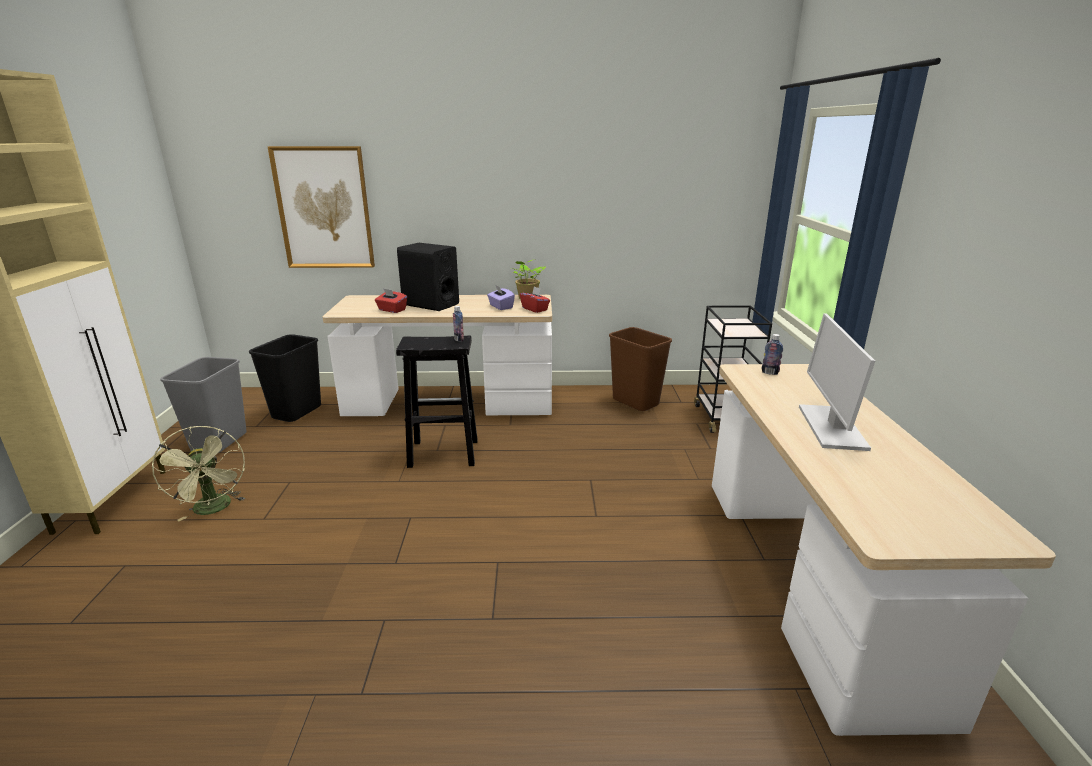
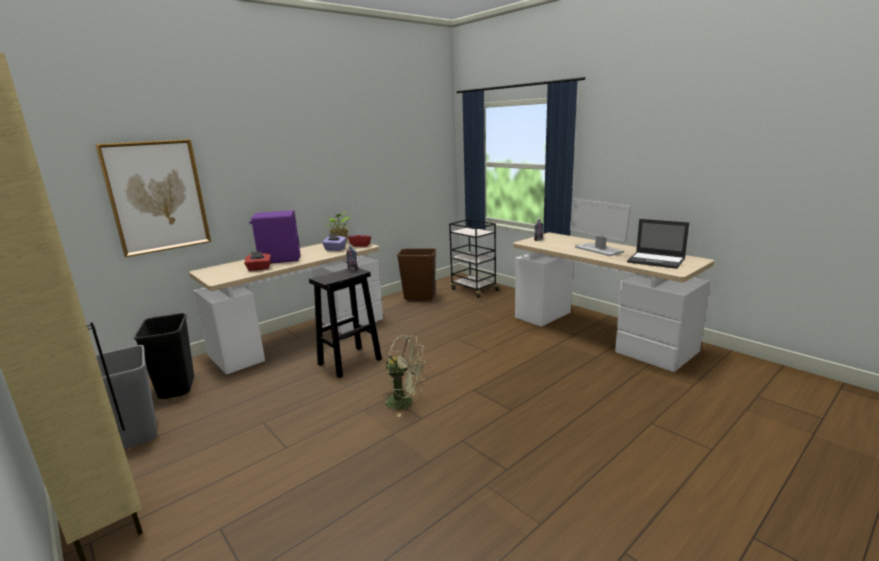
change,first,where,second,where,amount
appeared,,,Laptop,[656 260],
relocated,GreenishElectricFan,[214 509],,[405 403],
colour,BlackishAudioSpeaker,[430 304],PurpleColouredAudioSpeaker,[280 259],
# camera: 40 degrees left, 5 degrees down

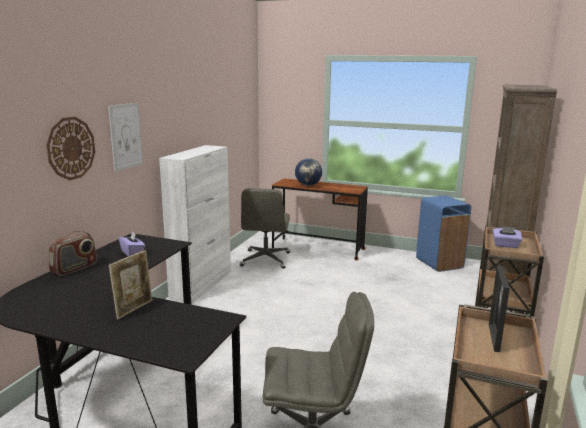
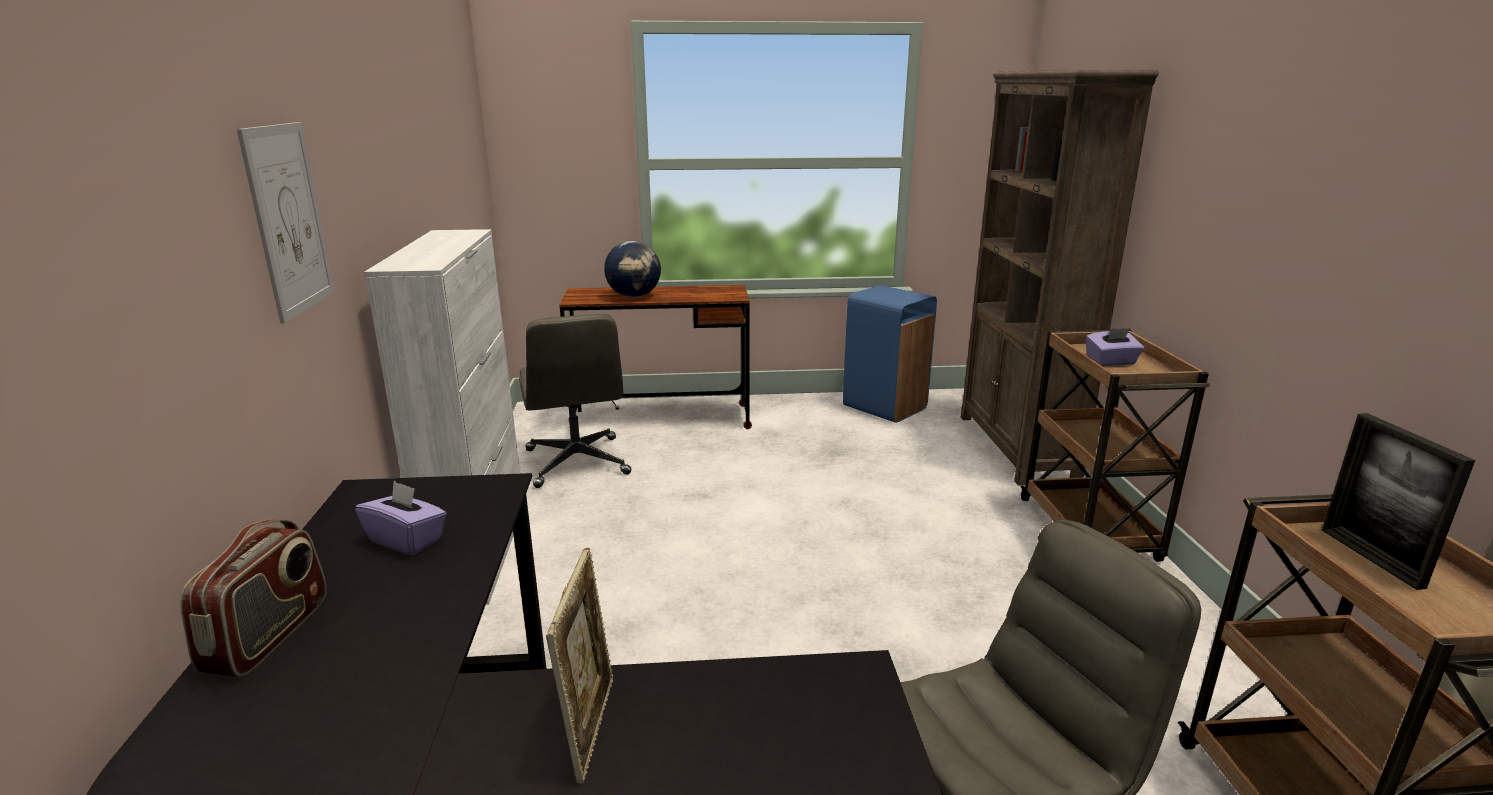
change,first,where,second,where,amount
missing,ClockOnTheWall,[71 148],,,
# camera: 25 degrees left, 5 degrees up

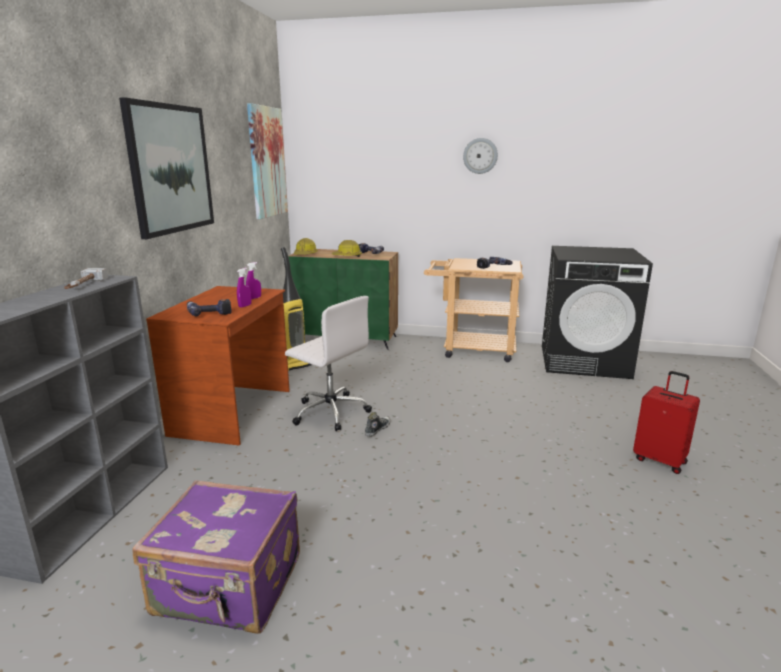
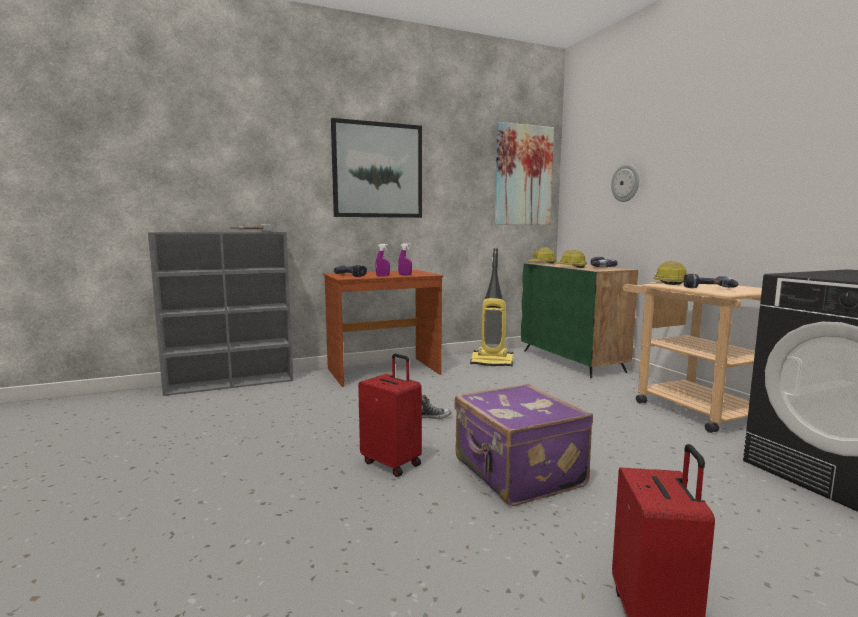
change,first,where,second,where,amount
missing,WhiteColouredComputerChair,[330 412],,,
appeared,,,RedColouredSuitcase,[392 463],
appeared,,,WorkHelmet,[669 283],
relocated,PurpleColouredSuitcase,[229 587],,[517 474],
relocated,ClockOnTheWall,[480 156],,[625 183],
# camera: 55 degrees right, 10 degrees down

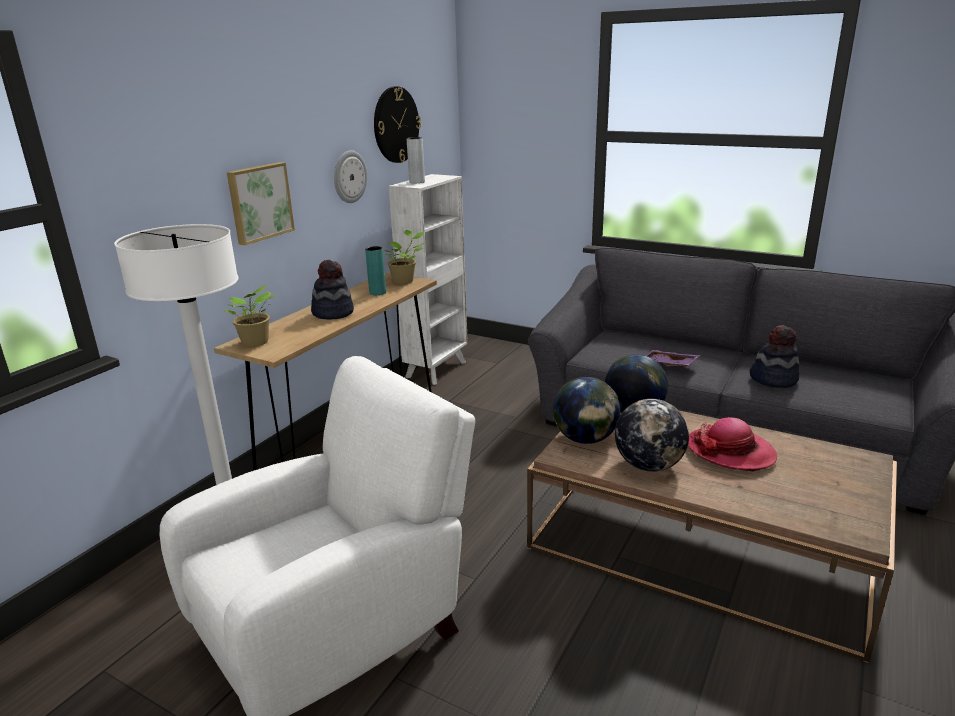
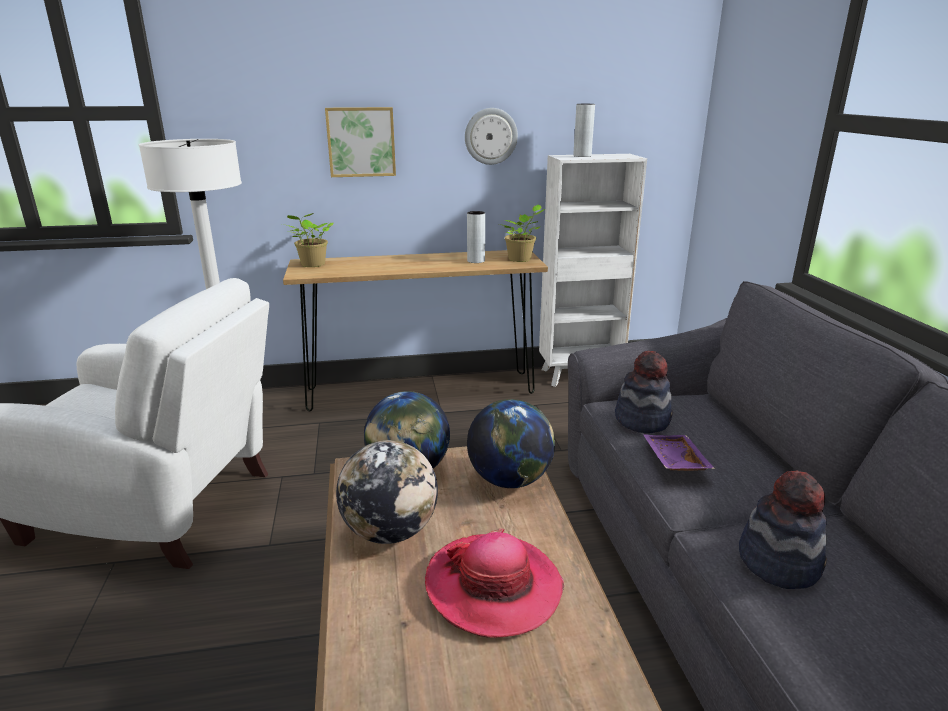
change,first,where,second,where,amount
missing,ClockOnTheWall,[396 125],,,
relocated,WearableHat,[333 313],,[642 420],
colour,BlueGreenFlowerVase,[377 292],GreyFlowerVase,[476 261],
# camera: 50 degrees right, 0 degrees up

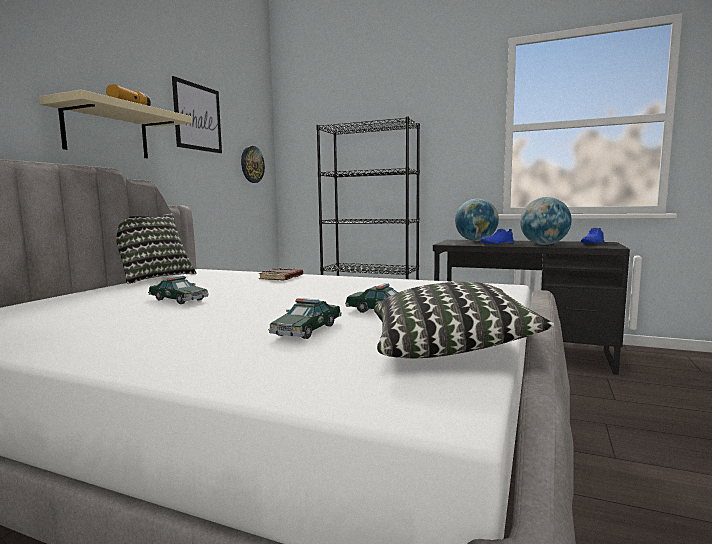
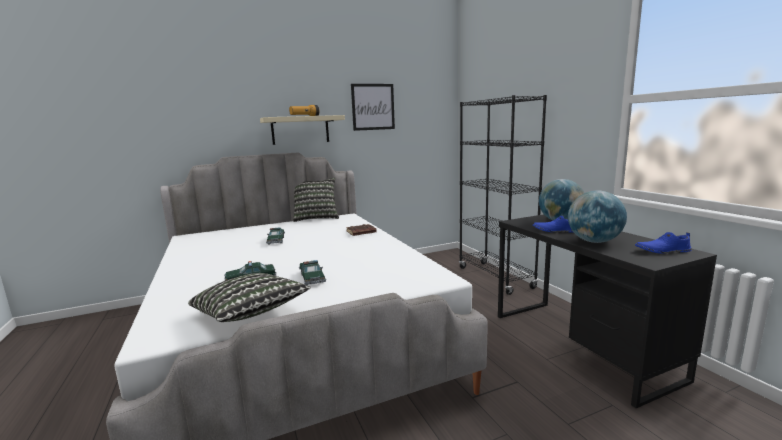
change,first,where,second,where,amount
missing,ClockOnTheWall,[252 164],,,
# camera: 45 degrees right, 5 degrees up

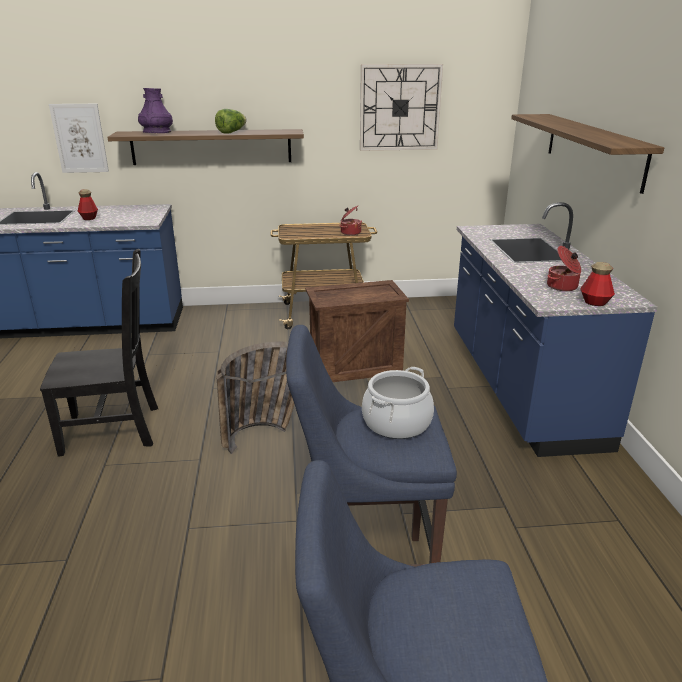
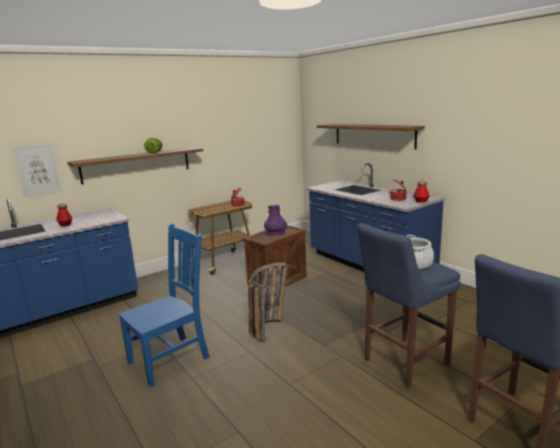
change,first,where,second,where,amount
missing,ClockOnTheWall,[400 108],,,
relocated,PurpleColouredFlowerVase,[157 133],,[276 233],
colour,BlackishUprightChair,[115 430],BlueUprightChair,[171 358],
# camera: 30 degrees left, 10 degrees down

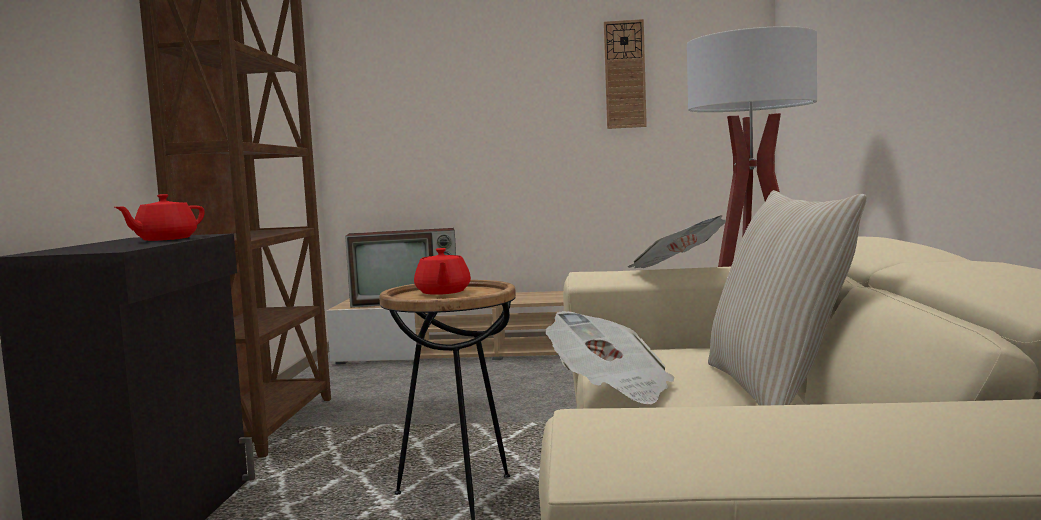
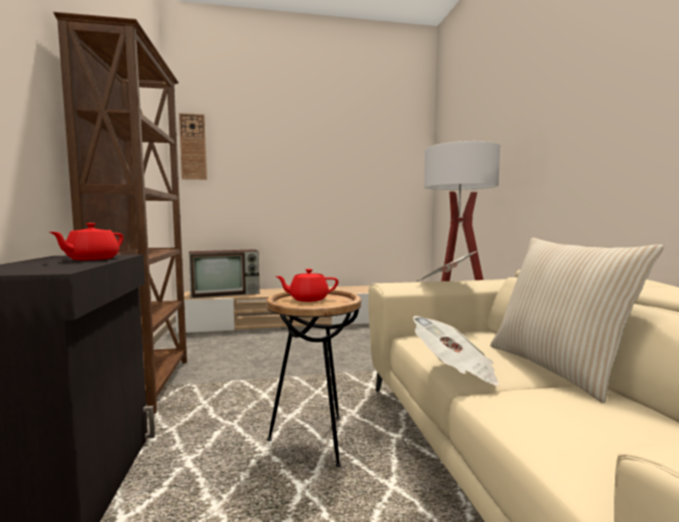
change,first,where,second,where,amount
relocated,ClockOnTheWall,[625 74],,[193 147],
spun,RedColouredPotForTea,[442 292],,[308 299],105 degrees clockwise
# camera: 15 degrees left, 0 degrees up

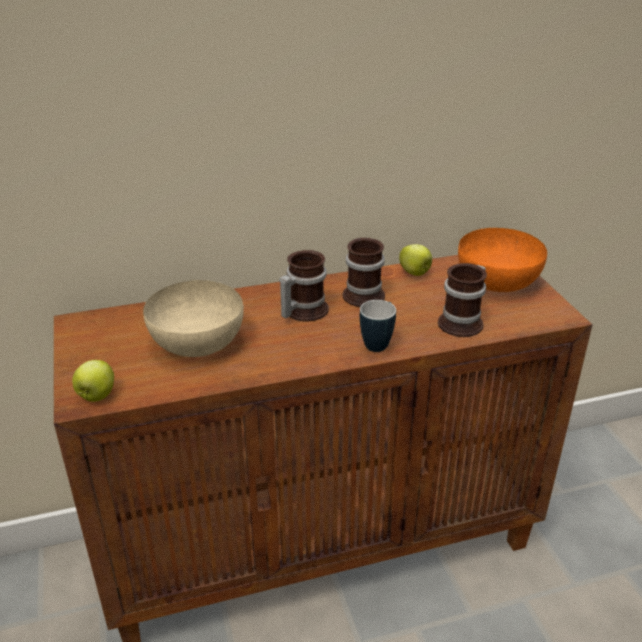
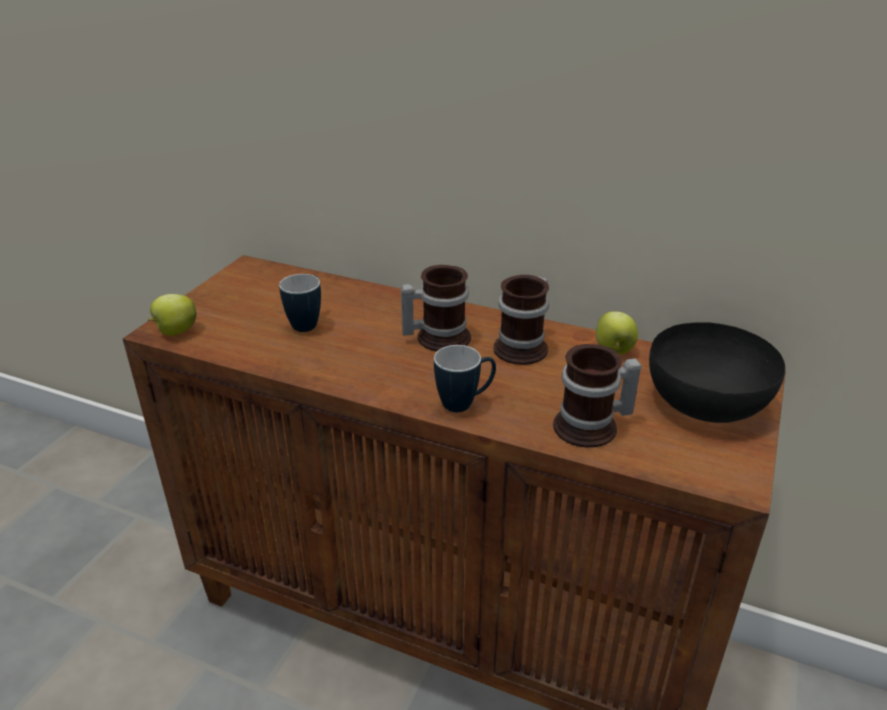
change,first,where,second,where,amount
exchanged,SandColouredDeepDish,[196 341],Mug,[308 323],
colour,OrangeyDeepDish,[498 281],BlackishDeepDish,[707 403],
# camera: 40 degrees right, 0 degrees up

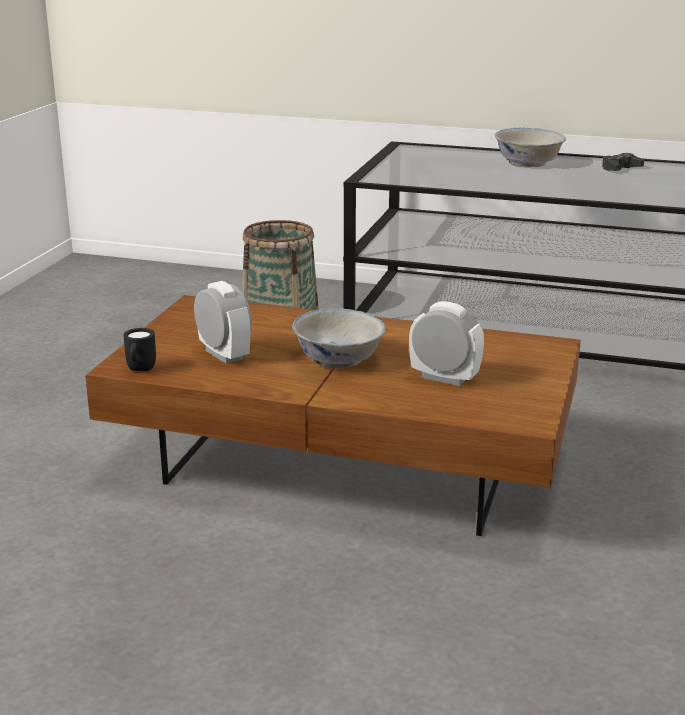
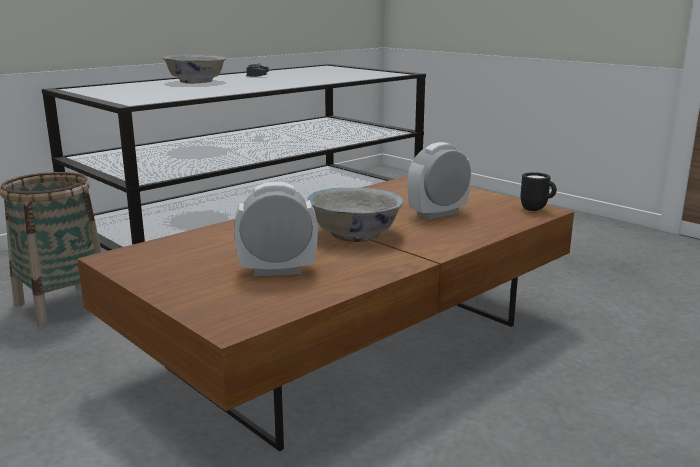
change,first,where,second,where,amount
relocated,BlackishMug,[140 371],,[537 210],
# camera: 60 degrees left, 5 degrees down

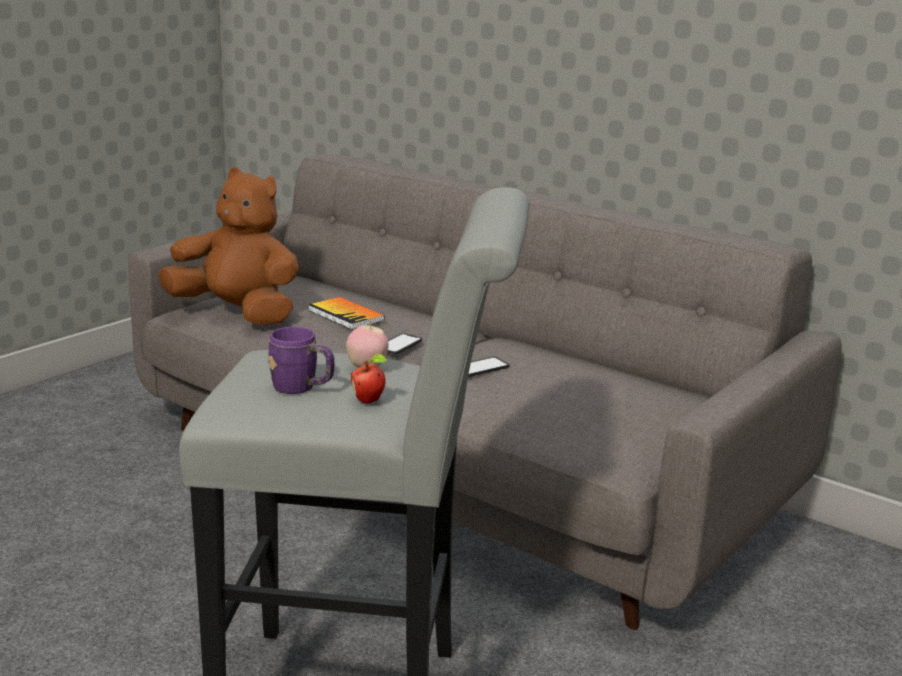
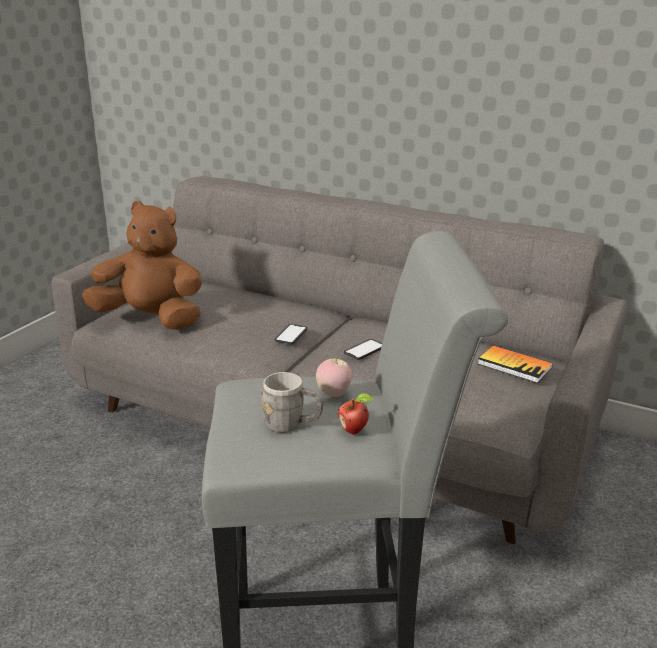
change,first,where,second,where,amount
relocated,BoundBook,[346 315],,[514 365],
colour,PurpleColouredMug,[302 389],GreyMug,[292 425],
# camera: 10 degrees left, 5 degrees up

